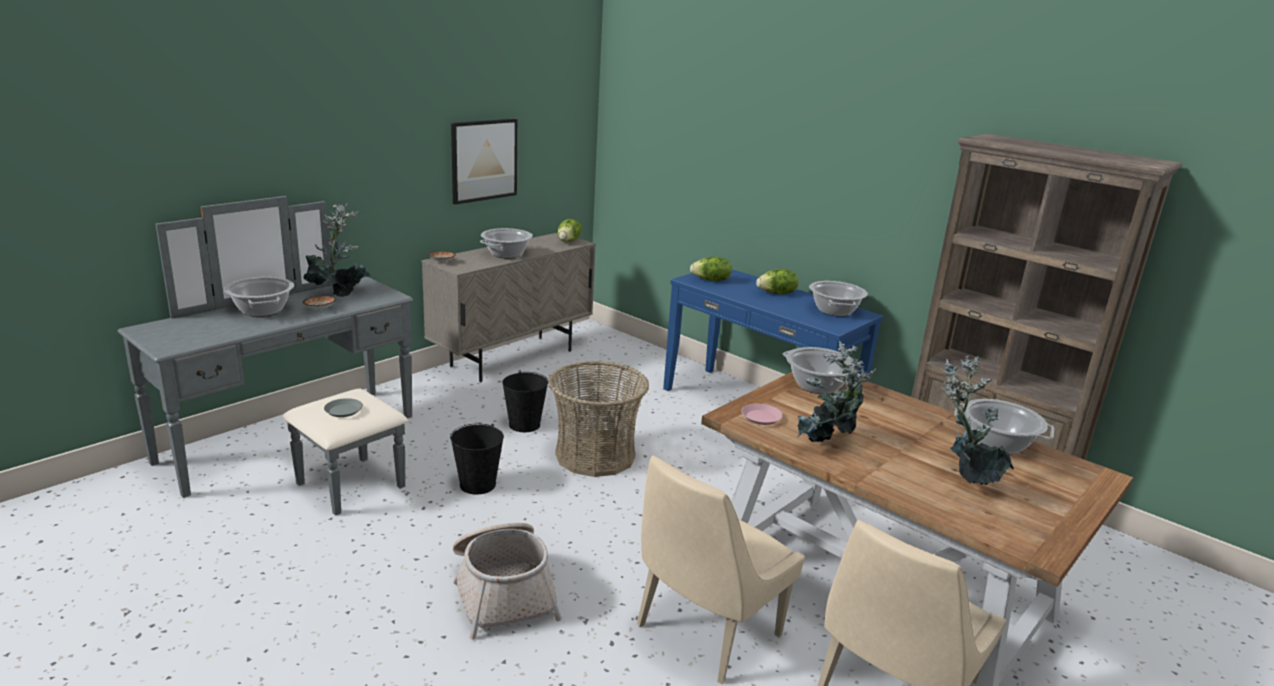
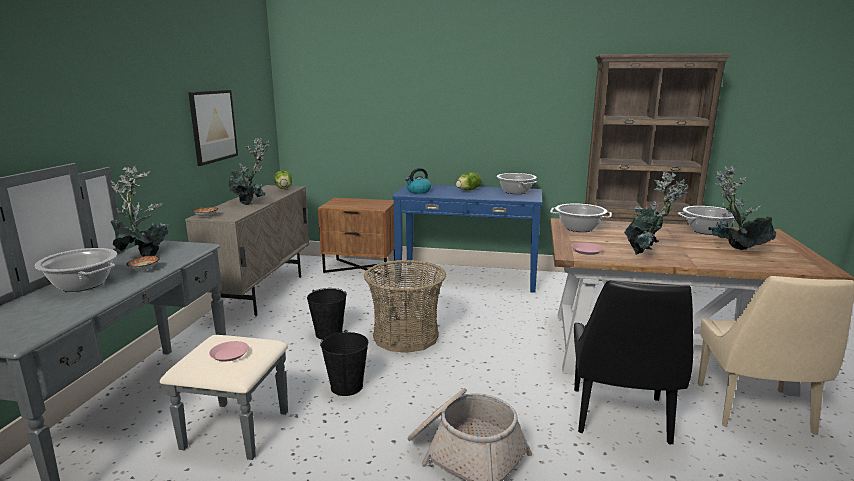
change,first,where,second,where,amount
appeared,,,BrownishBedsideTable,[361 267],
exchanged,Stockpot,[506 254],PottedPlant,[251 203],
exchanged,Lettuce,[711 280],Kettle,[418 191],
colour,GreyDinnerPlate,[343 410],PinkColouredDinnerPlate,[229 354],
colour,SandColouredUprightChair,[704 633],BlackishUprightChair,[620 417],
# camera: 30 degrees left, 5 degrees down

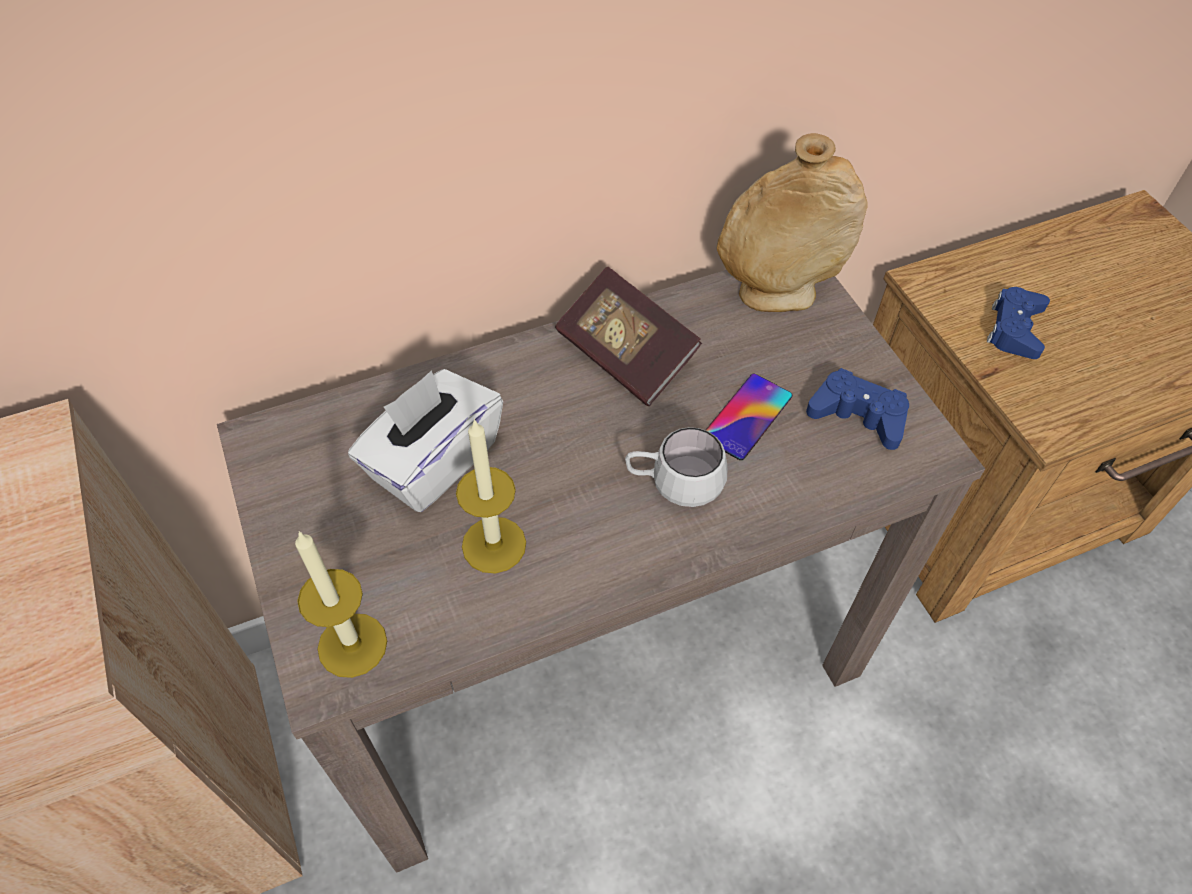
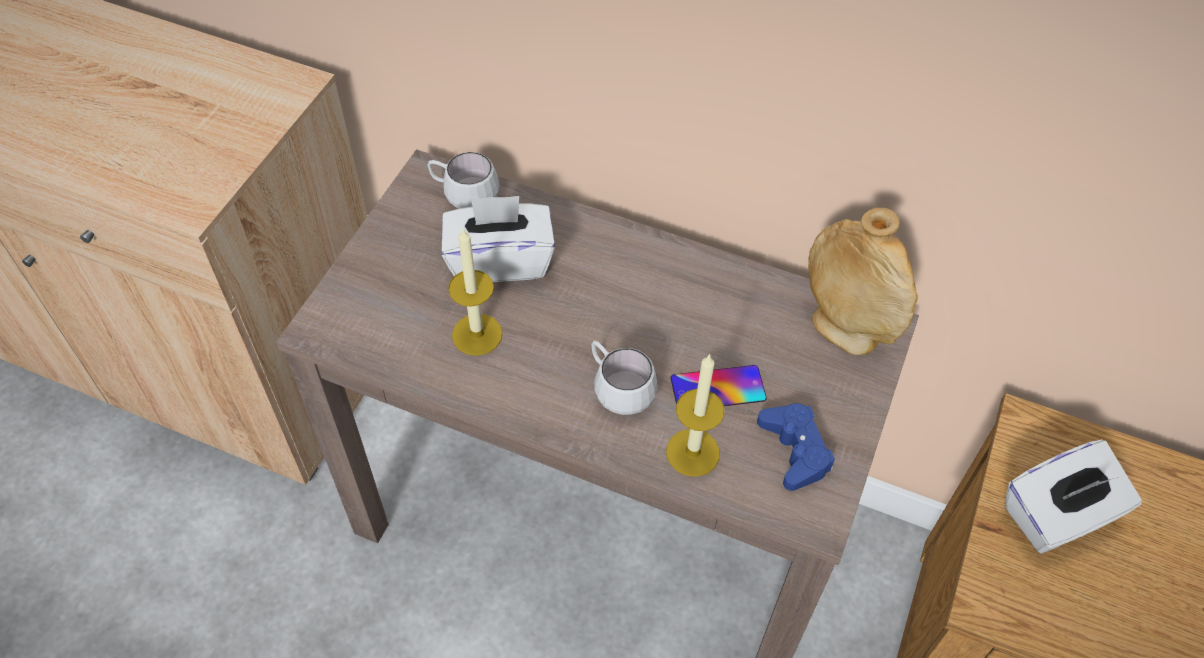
change,first,where,second,where,amount
missing,BoundBook,[626 355],,,
appeared,,,WhiteColouredMug,[463 196],
relocated,WaxCandle,[352 645],,[692 452],
exchanged,BlueJoypad,[1015 329],WhiteColouredBoxOfTissues,[1058 516],
# camera: 45 degrees right, 0 degrees up

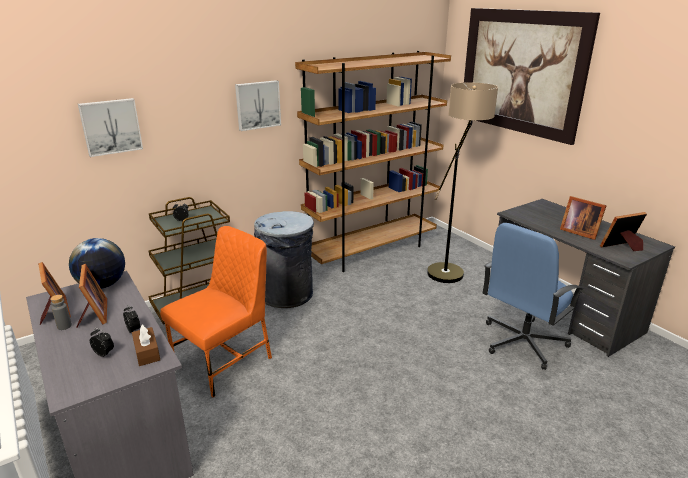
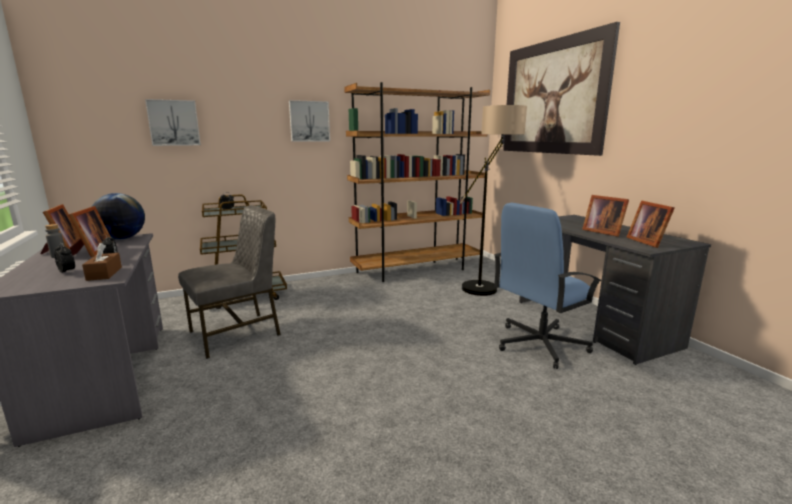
change,first,where,second,where,amount
missing,GreyTrashCan,[287 294],,,
colour,OrangeyUprightChair,[225 361],GreyUprightChair,[237 333],
spun,StandingFrame,[622 247],,[647 242],90 degrees counterclockwise
# camera: 10 degrees right, 10 degrees down

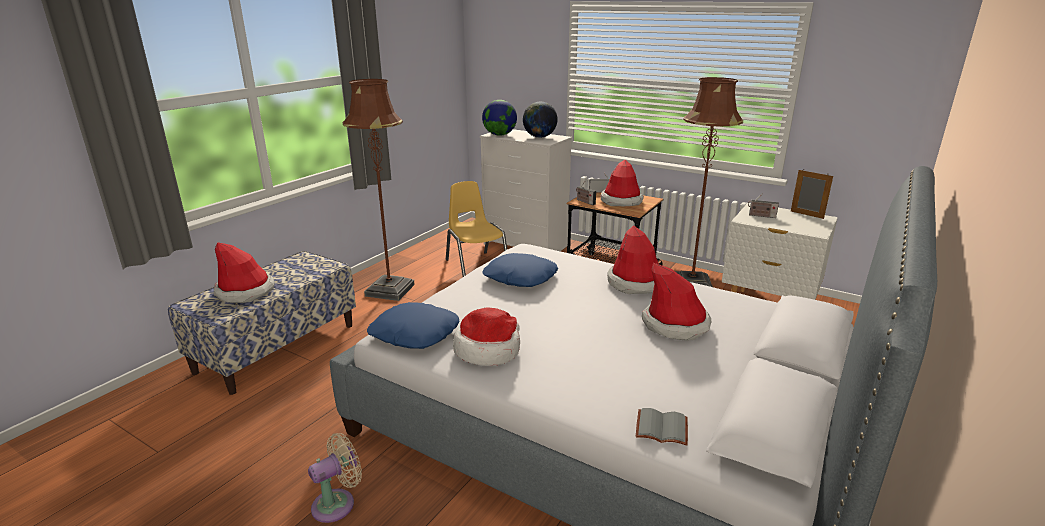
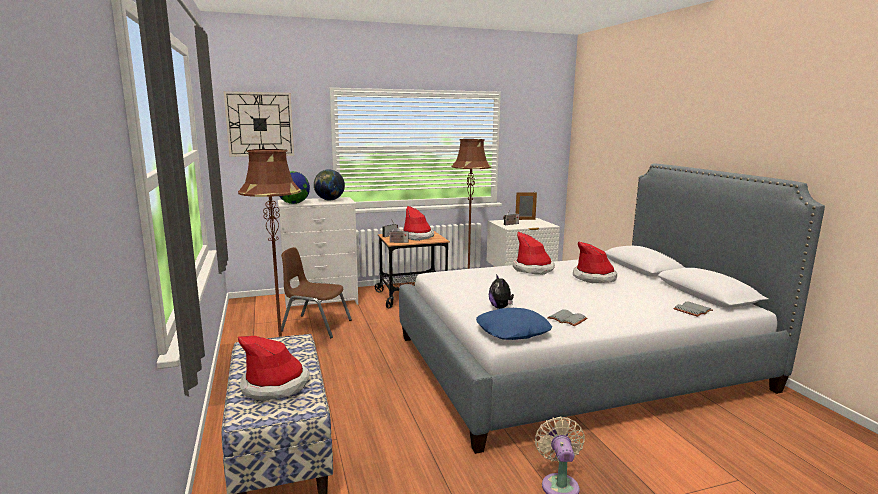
change,first,where,second,where,amount
missing,BlueCushion,[520 277],,,
appeared,,,ClockOnTheWall,[260 124],
appeared,,,PlushToy,[500 307],
exchanged,WearableHat,[488 350],GreyBoundBook,[566 319],
colour,YellowishUprightChair,[476 266],BrownishUprightChair,[316 326],
# camera: 50 degrees left, 10 degrees down

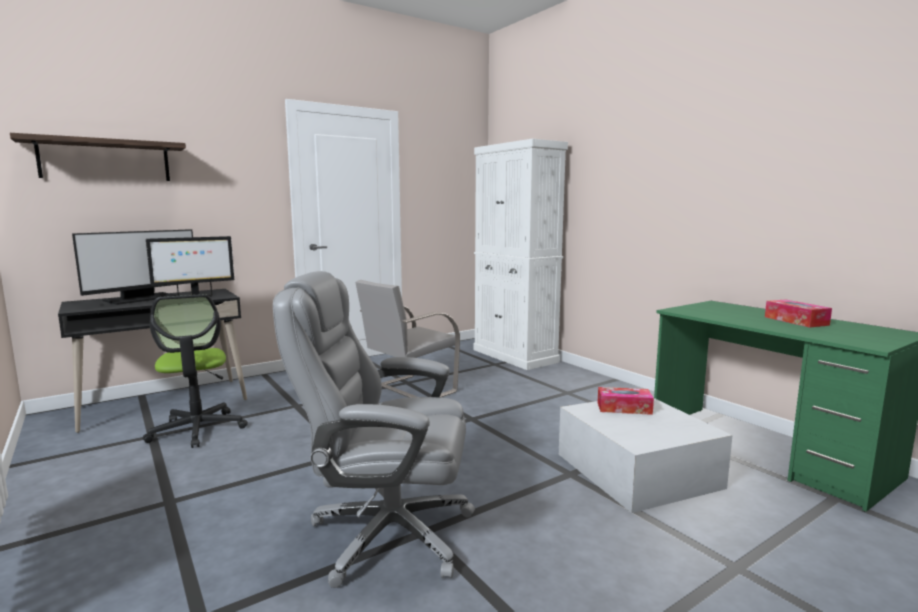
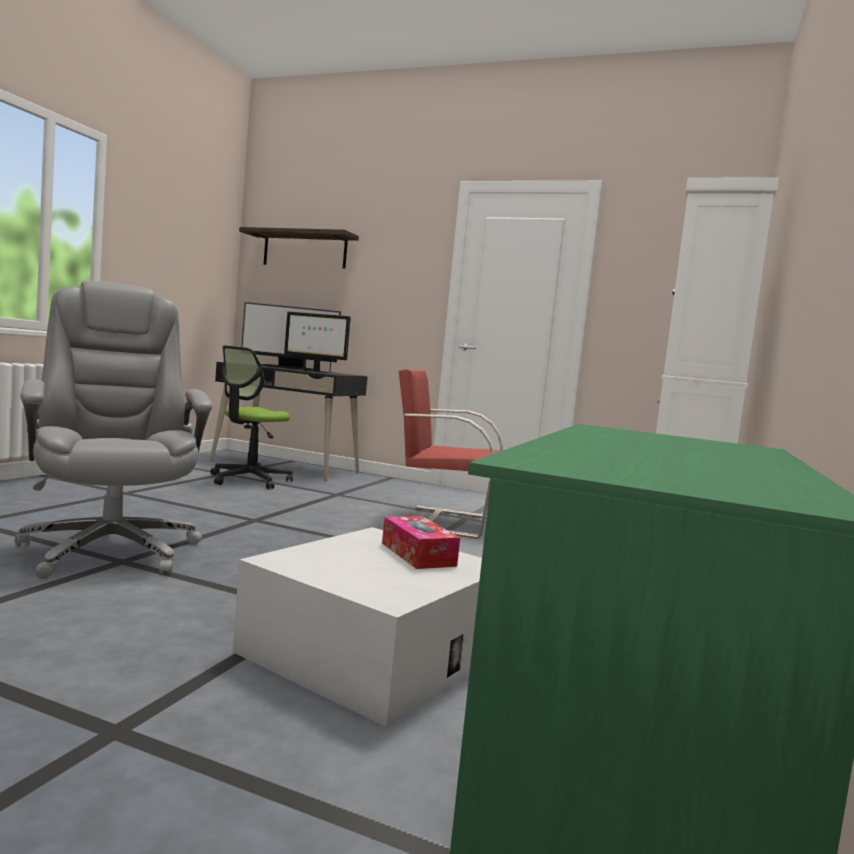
change,first,where,second,where,amount
missing,BoxOfTissues,[796 321],,,
colour,GreyUprightChair,[408 390],RedColouredUprightChair,[444 521],
# camera: 55 degrees right, 5 degrees down

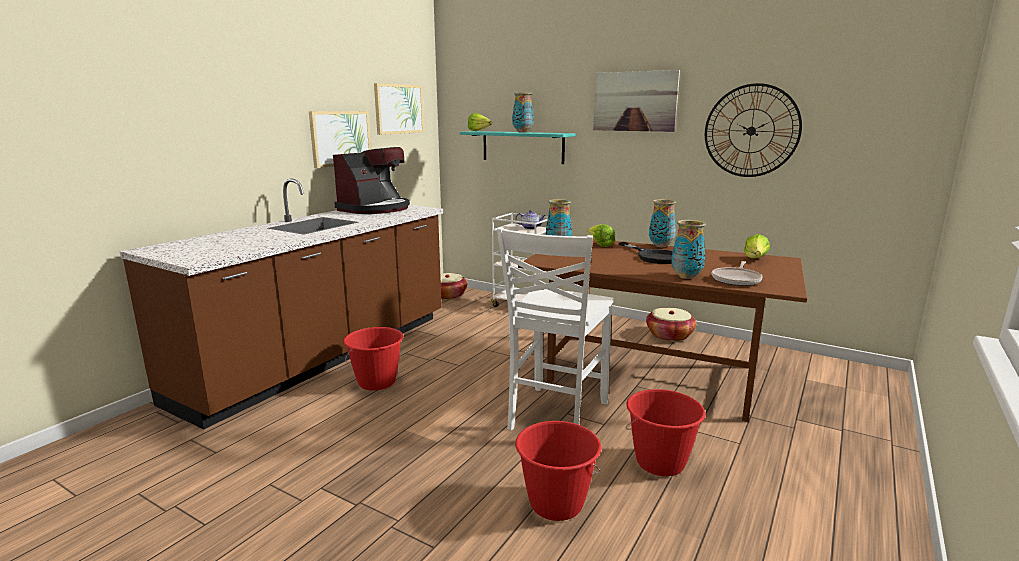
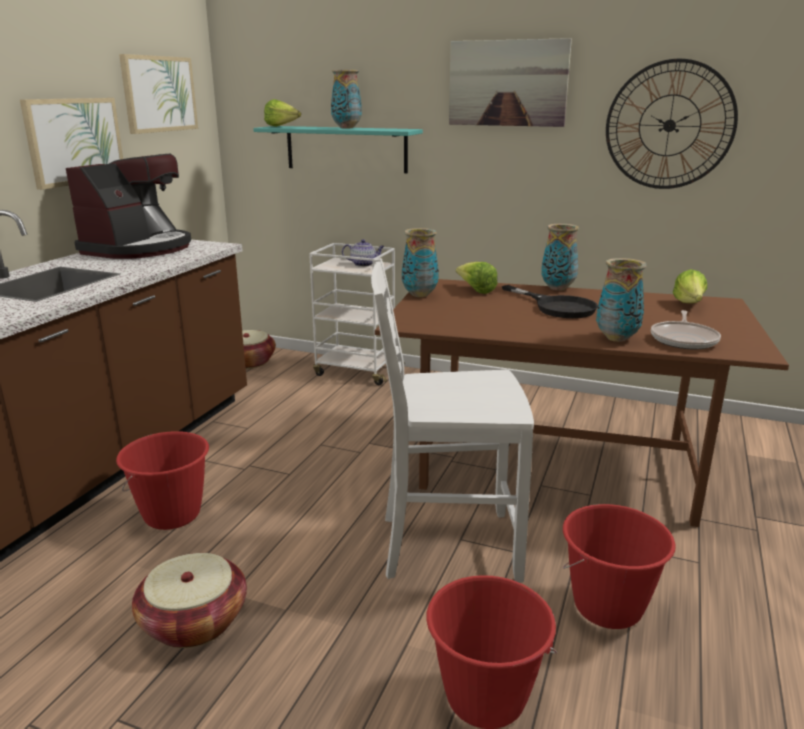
change,first,where,second,where,amount
relocated,Basket,[669 335],,[194 621],
spun,WhiteColouredUprightChair,[555 416],,[445 545],75 degrees clockwise
# camera: 10 degrees left, 5 degrees up

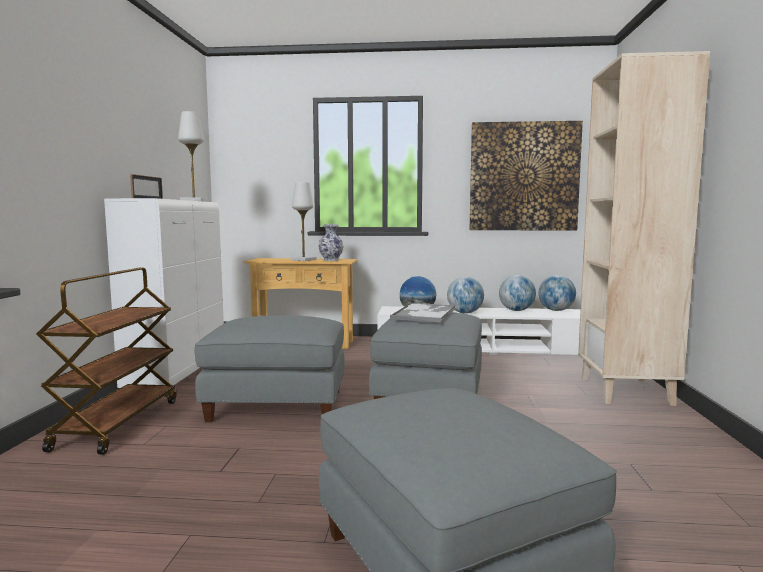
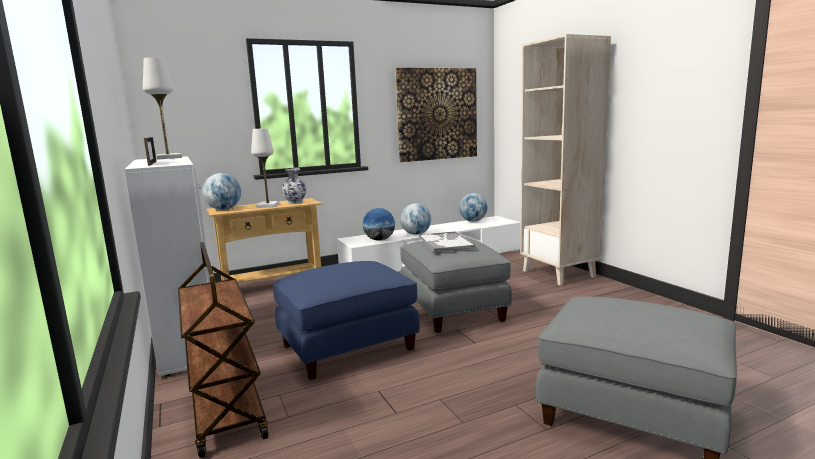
change,first,where,second,where,amount
relocated,Globe,[516 310],,[224 209],
colour,GreyOttoman,[278 405],BlueOttoman,[347 347],
# camera: 30 degrees left, 5 degrees up

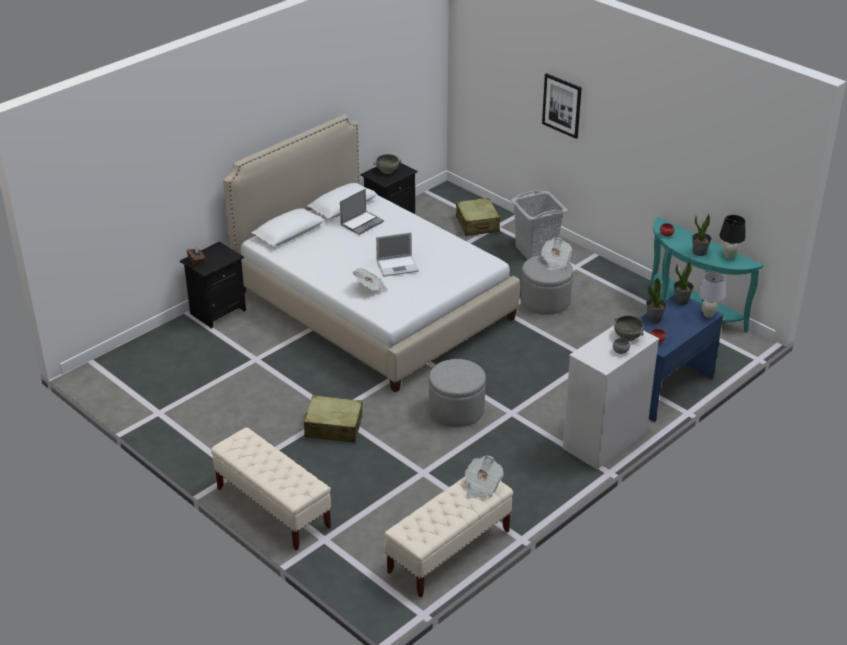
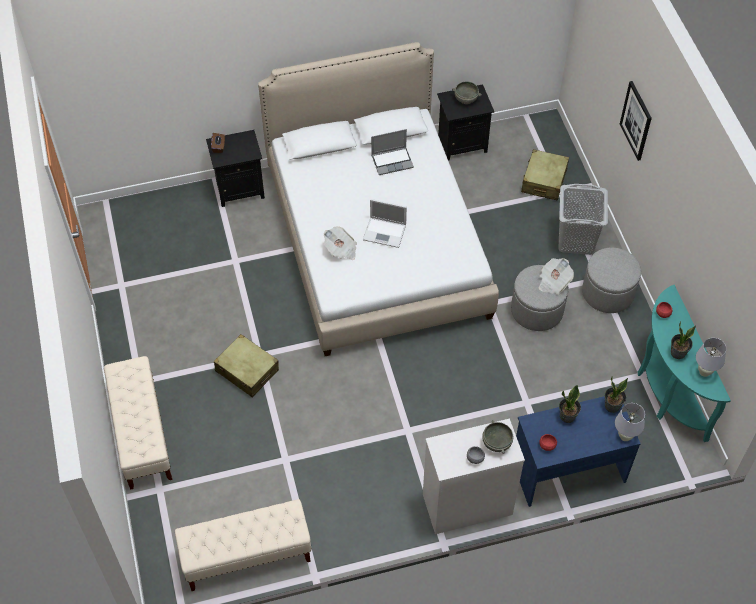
change,first,where,second,where,amount
missing,Newspaper,[482 486],,,
relocated,GreyOttoman,[456 410],,[608 292],
colour,BlackishLampForATable,[729 256],WhiteColouredLampForATable,[704 372],
# camera: 30 degrees right, 20 degrees up

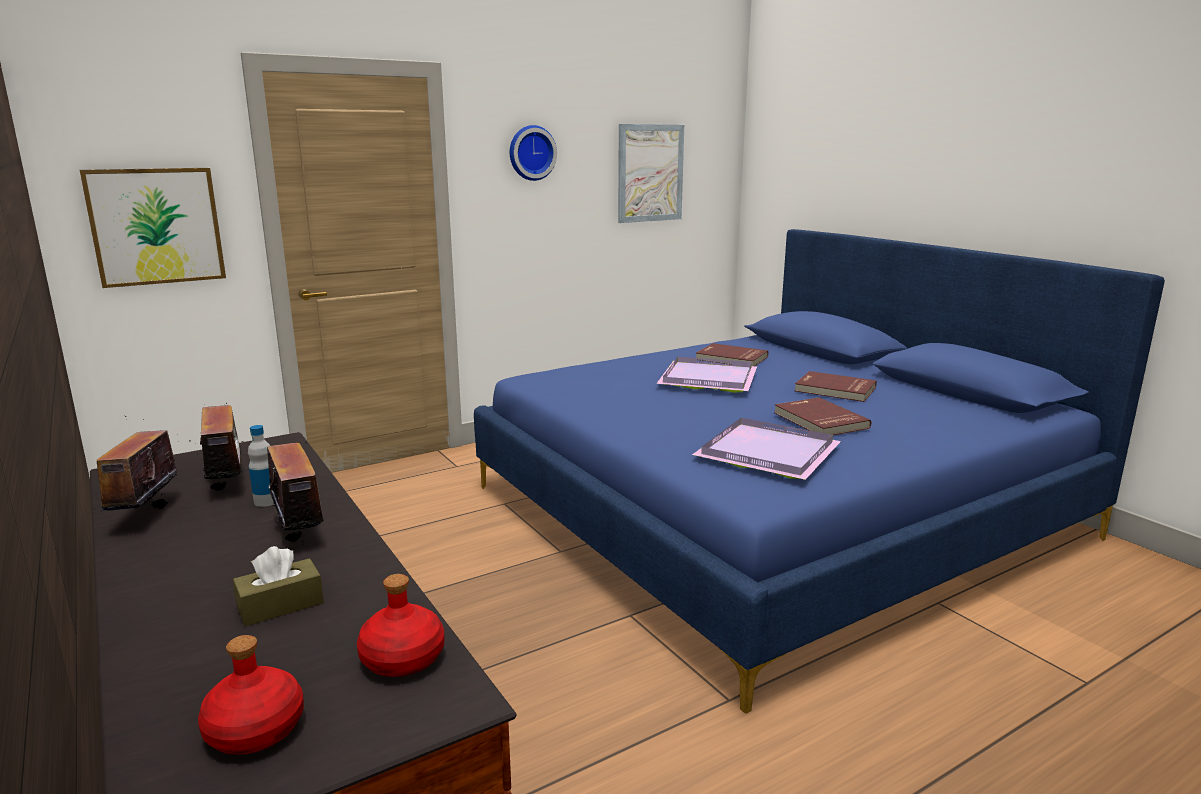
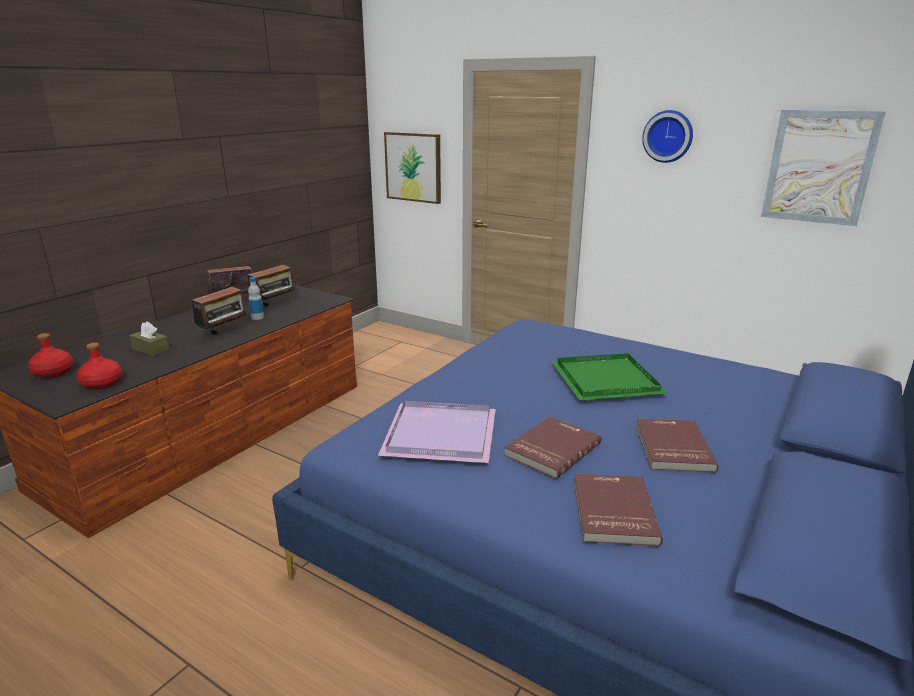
change,first,where,second,where,amount
relocated,RedColouredBoundBook,[731 358],,[612 512],
colour,PurpleColouredServingTray,[706 378],GreenishServingTray,[607 379],
# camera: 65 degrees right, 5 degrees up

